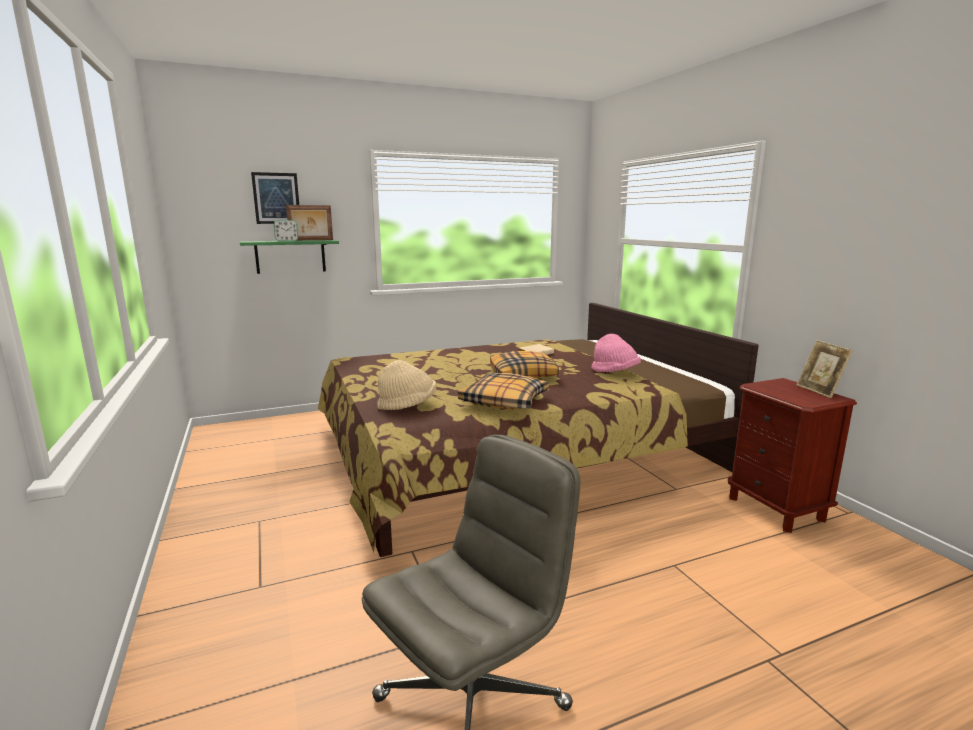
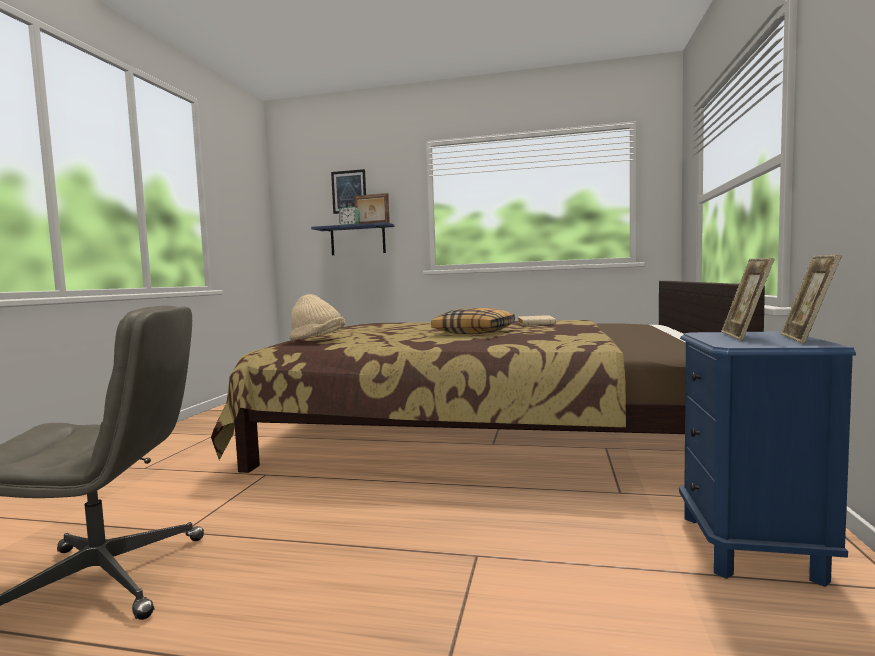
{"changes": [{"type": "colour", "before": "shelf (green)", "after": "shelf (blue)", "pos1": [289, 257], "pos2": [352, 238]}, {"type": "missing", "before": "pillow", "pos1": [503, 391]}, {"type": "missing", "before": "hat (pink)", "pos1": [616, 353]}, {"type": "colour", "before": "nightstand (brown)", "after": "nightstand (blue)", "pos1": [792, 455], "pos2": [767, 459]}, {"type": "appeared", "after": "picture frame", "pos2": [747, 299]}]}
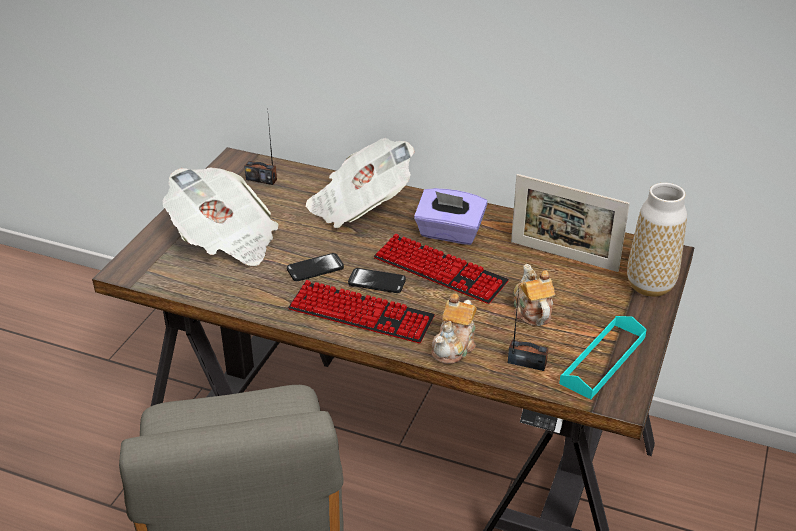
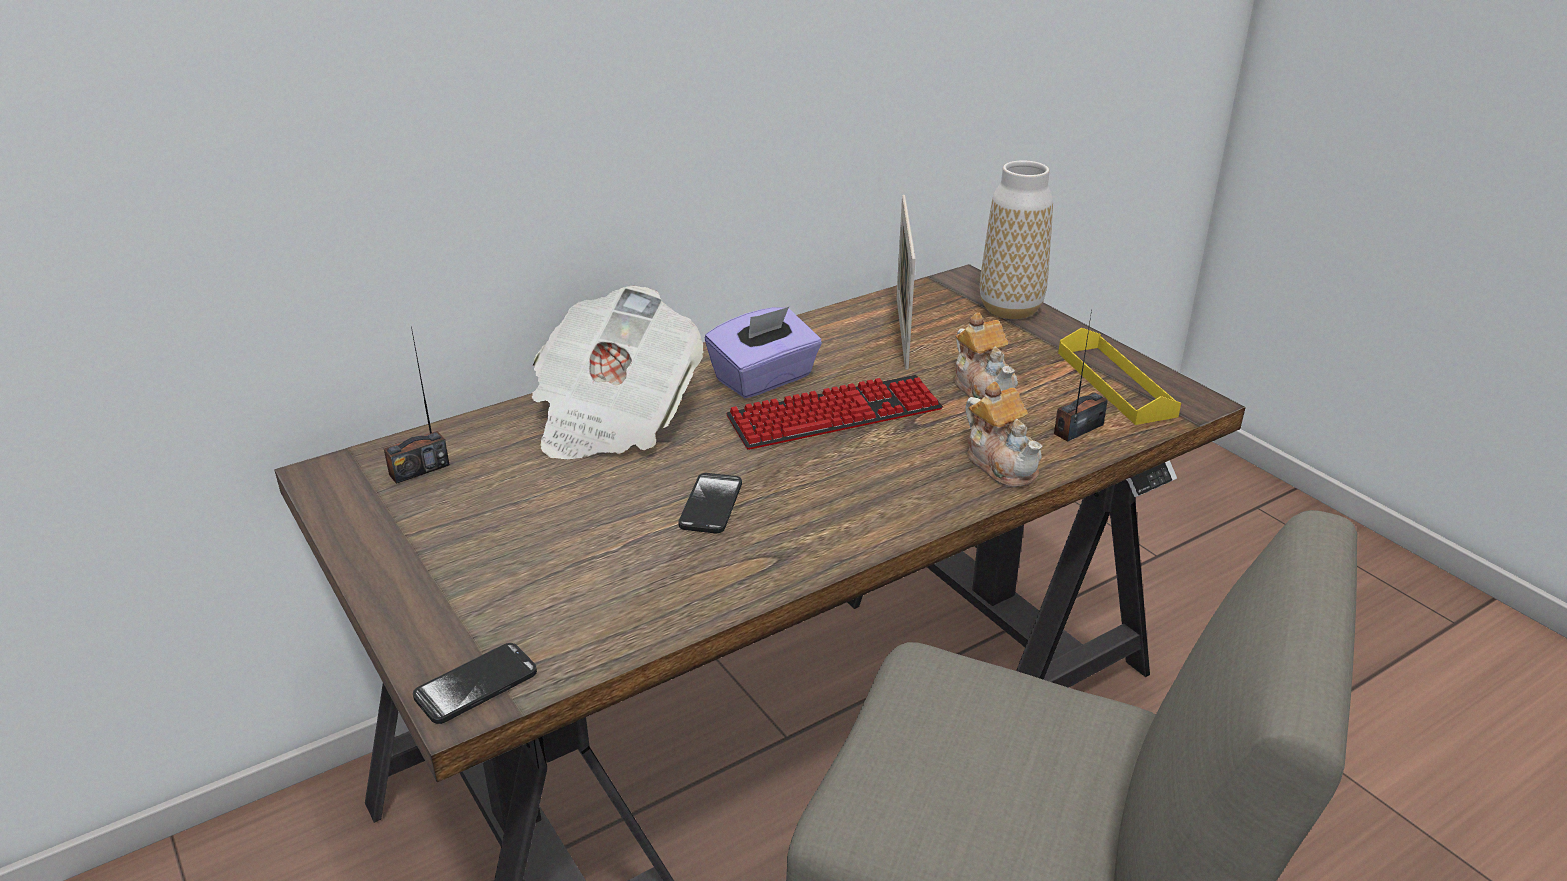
{"changes": [{"type": "missing", "before": "newspaper", "pos1": [220, 216]}, {"type": "missing", "before": "keyboard", "pos1": [361, 311]}, {"type": "relocated", "before": "phone", "pos1": [377, 280], "pos2": [475, 683]}, {"type": "spun", "before": "picture frame", "pos1": [570, 223], "pos2": [906, 282], "turn": 120}, {"type": "spun", "before": "teapot", "pos1": [534, 295], "pos2": [986, 356], "turn": -135}, {"type": "colour", "before": "tray (turquoise)", "after": "tray (yellow)", "pos1": [603, 357], "pos2": [1119, 376]}]}
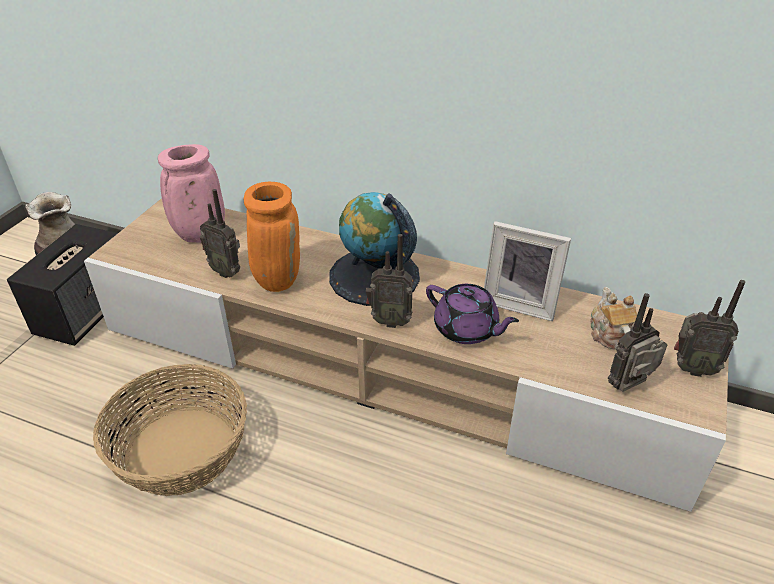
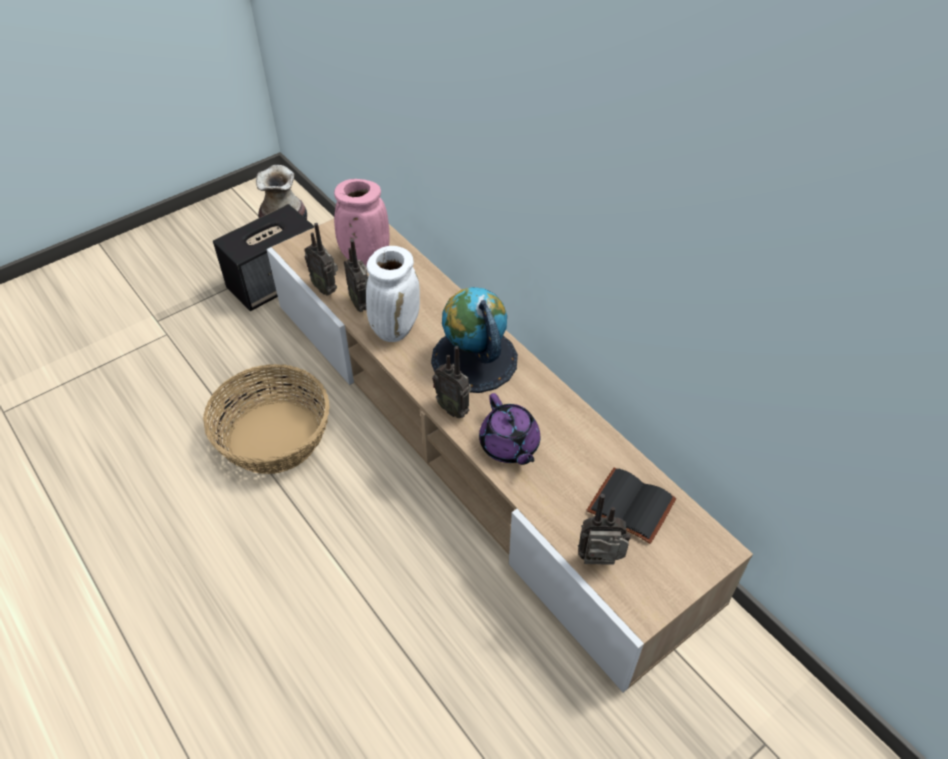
{"changes": [{"type": "colour", "before": "vase (orange)", "after": "vase (white)", "pos1": [272, 237], "pos2": [393, 294]}, {"type": "missing", "before": "picture frame", "pos1": [527, 271]}, {"type": "exchanged", "before": "teapot", "after": "book (black)", "pos1": [614, 318], "pos2": [631, 506]}, {"type": "relocated", "before": "radio", "pos1": [709, 328], "pos2": [321, 259]}]}
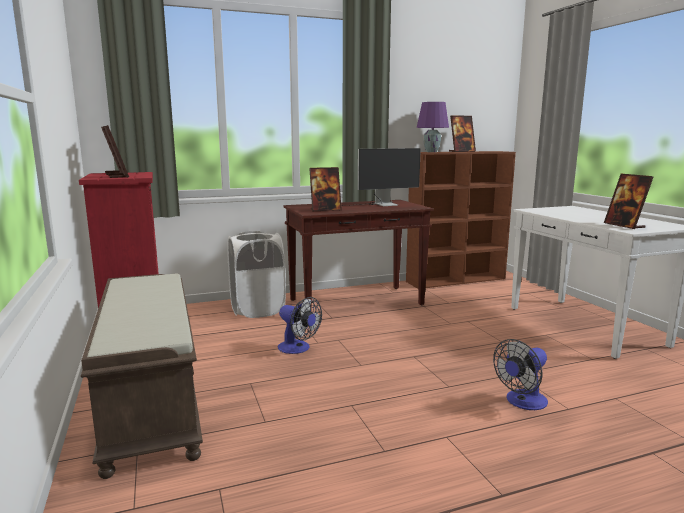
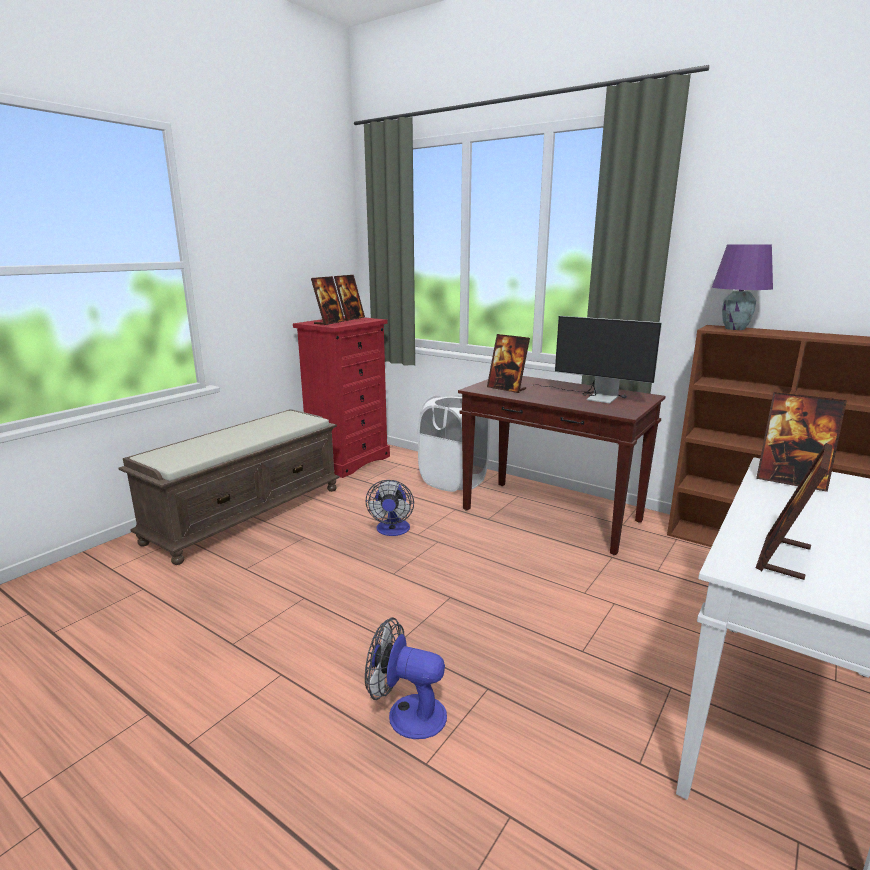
{"changes": [{"type": "relocated", "before": "picture frame", "pos1": [462, 133], "pos2": [801, 442]}]}
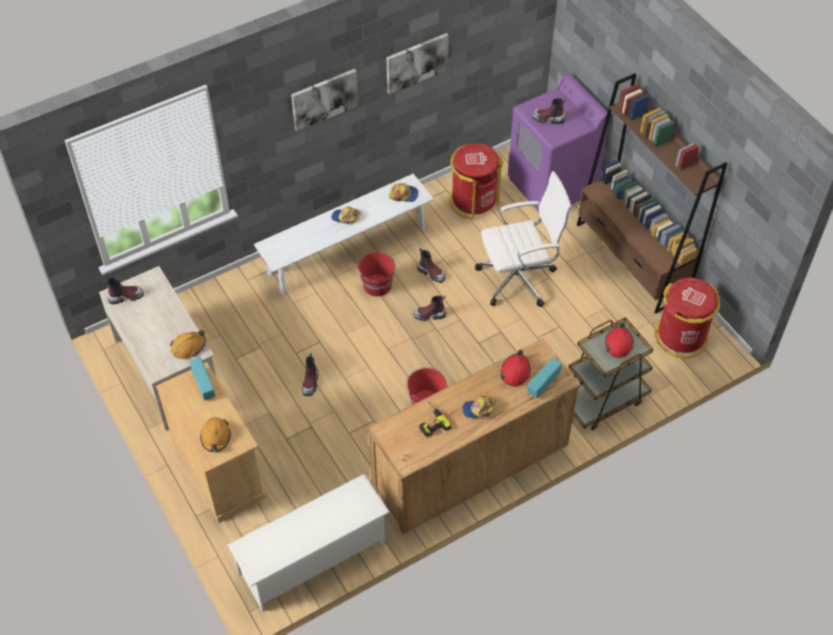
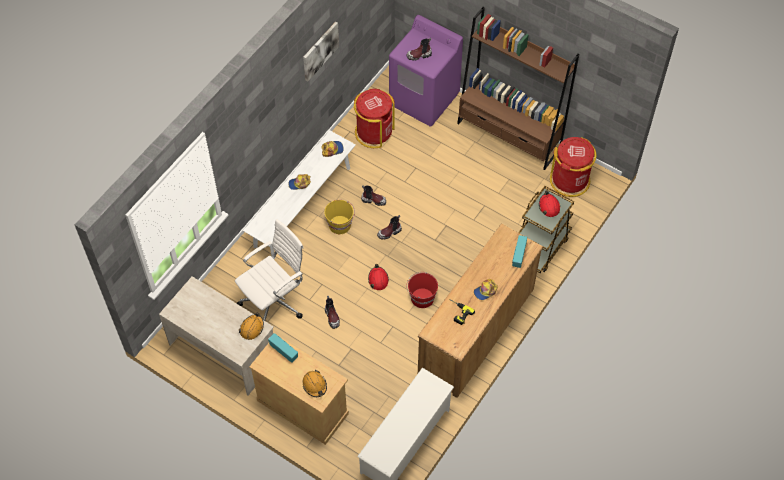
{"changes": [{"type": "missing", "before": "boot", "pos1": [124, 291]}, {"type": "missing", "before": "picture", "pos1": [324, 100]}, {"type": "colour", "before": "bucket (red)", "after": "bucket (yellow)", "pos1": [377, 274], "pos2": [339, 217]}, {"type": "relocated", "before": "office chair (white)", "pos1": [523, 239], "pos2": [269, 270]}, {"type": "relocated", "before": "hard hat (red)", "pos1": [515, 367], "pos2": [378, 277]}]}
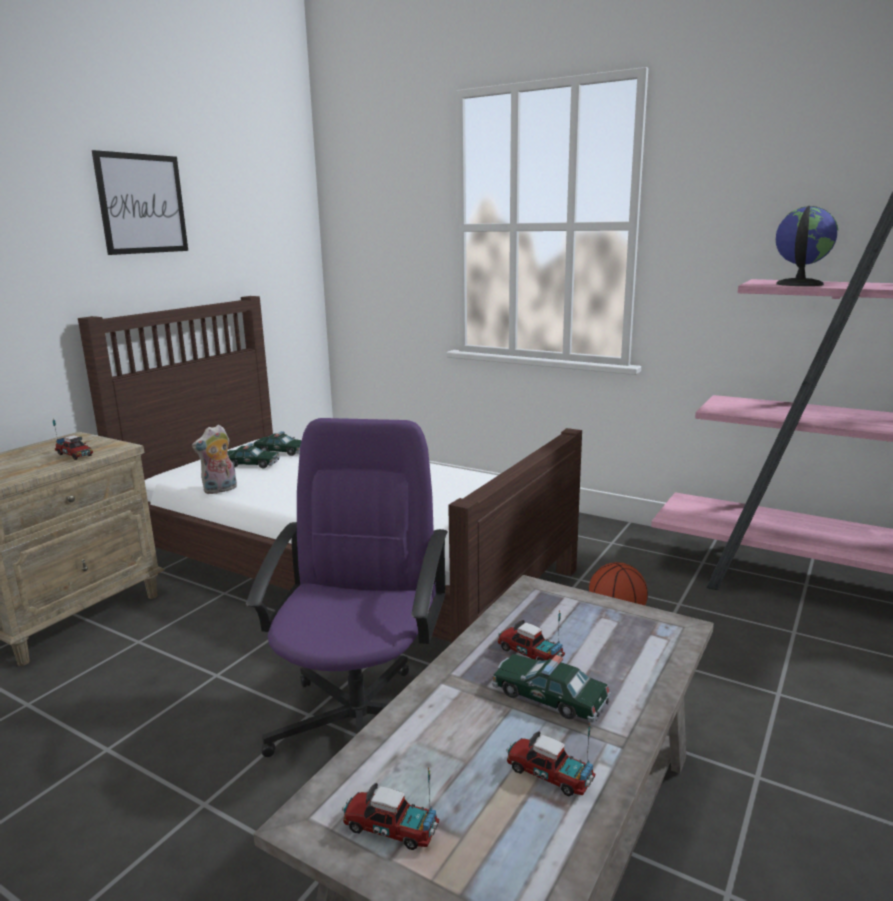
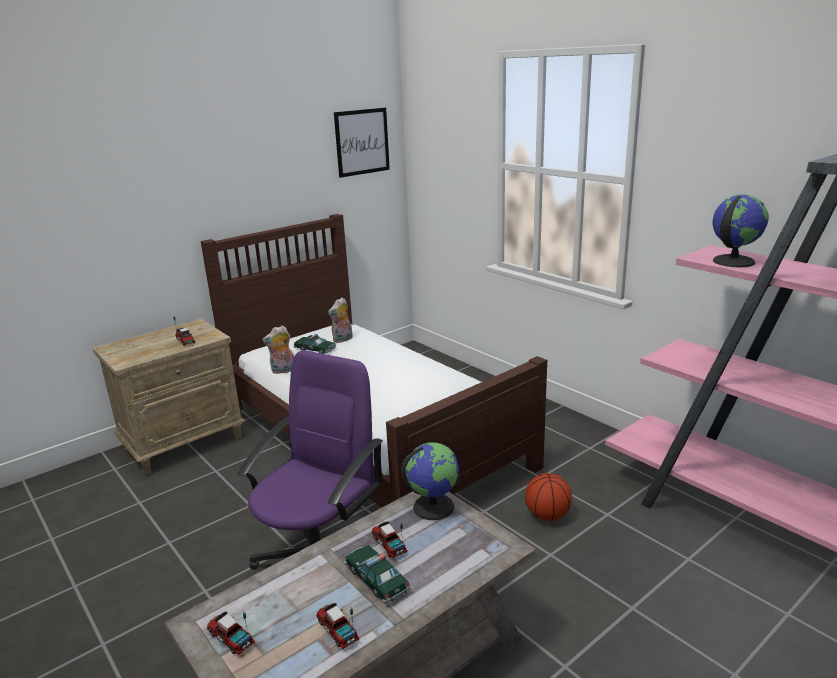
{"changes": [{"type": "relocated", "before": "picture", "pos1": [140, 202], "pos2": [362, 143]}, {"type": "exchanged", "before": "toy car", "after": "plush toy", "pos1": [277, 443], "pos2": [340, 320]}, {"type": "appeared", "after": "globe", "pos2": [430, 481]}]}
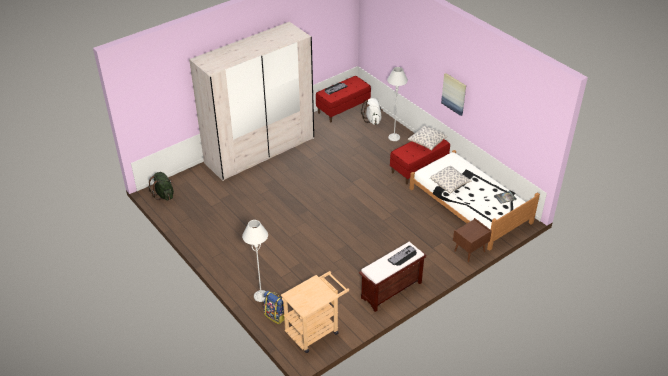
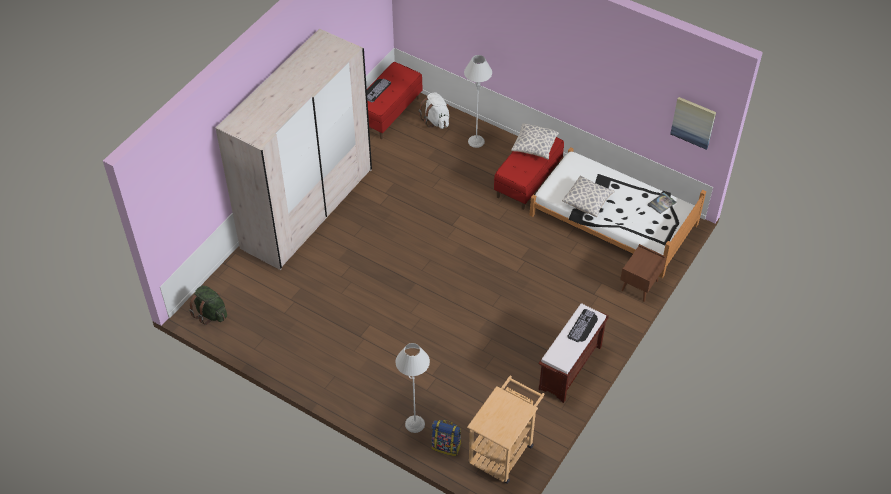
{"changes": [{"type": "relocated", "before": "picture", "pos1": [453, 94], "pos2": [693, 123]}]}
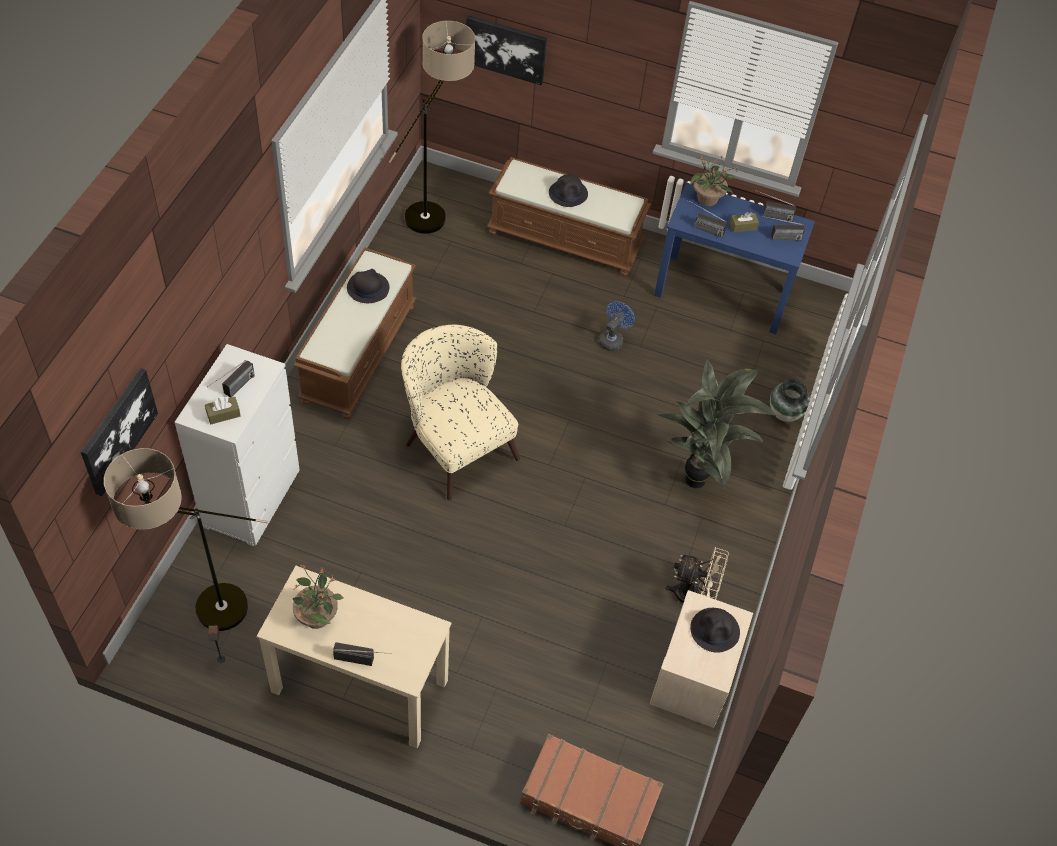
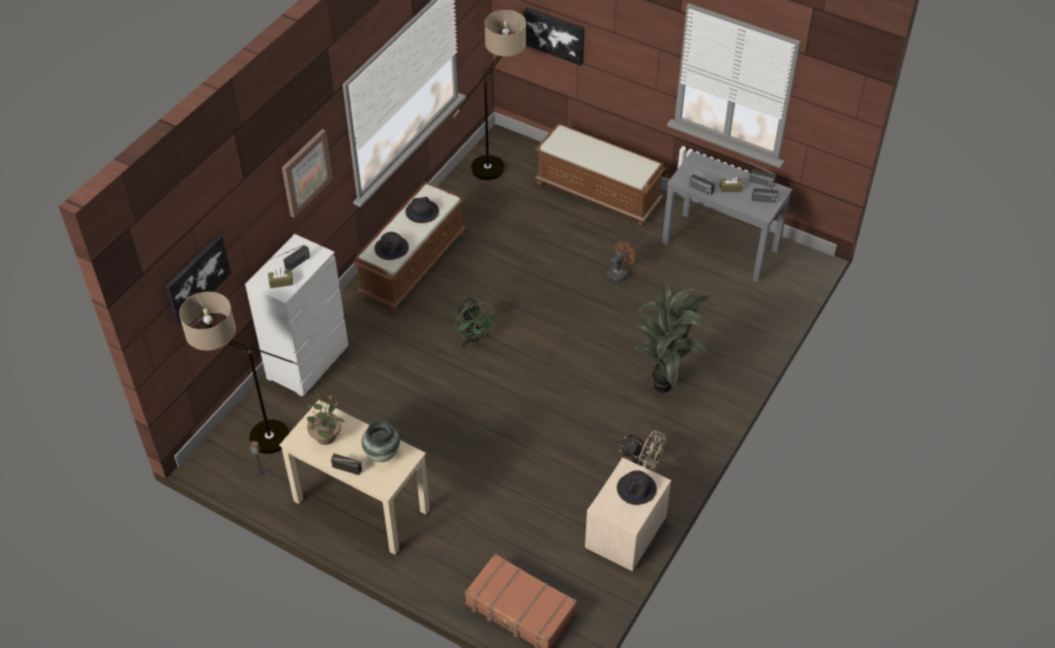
{"changes": [{"type": "exchanged", "before": "armchair (beige)", "after": "fan (green)", "pos1": [460, 412], "pos2": [476, 321]}, {"type": "relocated", "before": "hat (black)", "pos1": [568, 190], "pos2": [391, 246]}, {"type": "colour", "before": "fan (blue)", "after": "fan (brown)", "pos1": [617, 326], "pos2": [621, 261]}, {"type": "colour", "before": "desk (blue)", "after": "desk (grey)", "pos1": [734, 258], "pos2": [727, 216]}, {"type": "missing", "before": "potted plant", "pos1": [714, 180]}, {"type": "relocated", "before": "vase", "pos1": [790, 400], "pos2": [380, 441]}, {"type": "appeared", "after": "picture", "pos2": [307, 173]}]}
